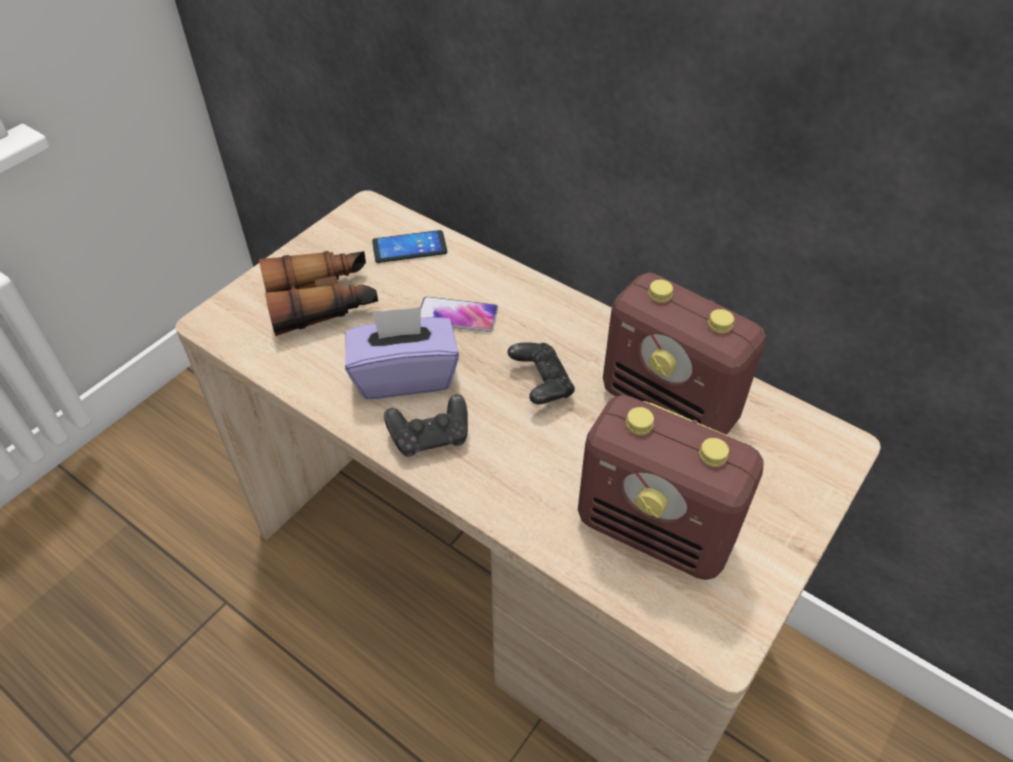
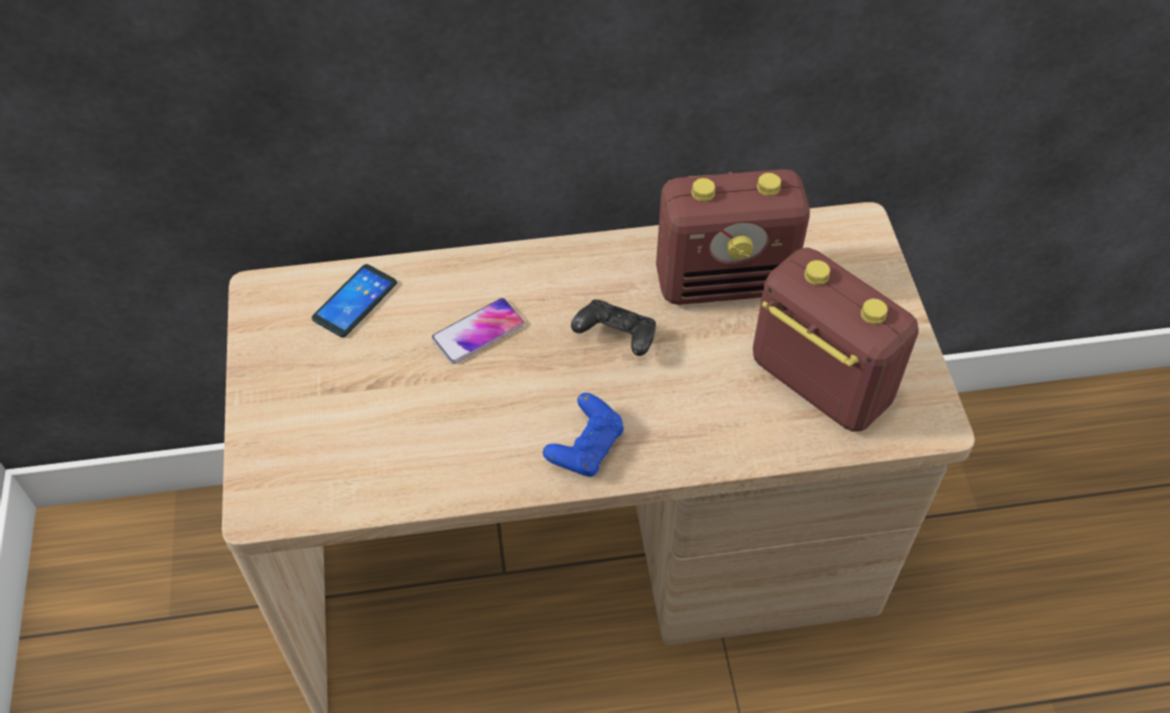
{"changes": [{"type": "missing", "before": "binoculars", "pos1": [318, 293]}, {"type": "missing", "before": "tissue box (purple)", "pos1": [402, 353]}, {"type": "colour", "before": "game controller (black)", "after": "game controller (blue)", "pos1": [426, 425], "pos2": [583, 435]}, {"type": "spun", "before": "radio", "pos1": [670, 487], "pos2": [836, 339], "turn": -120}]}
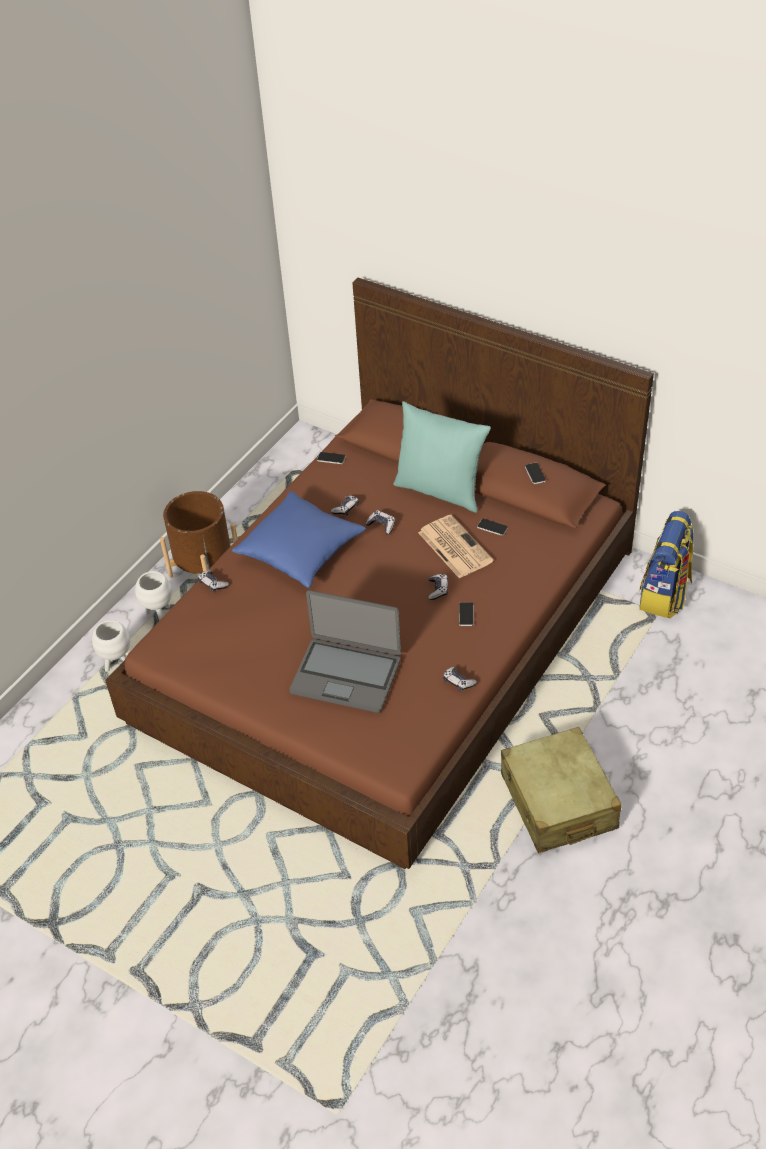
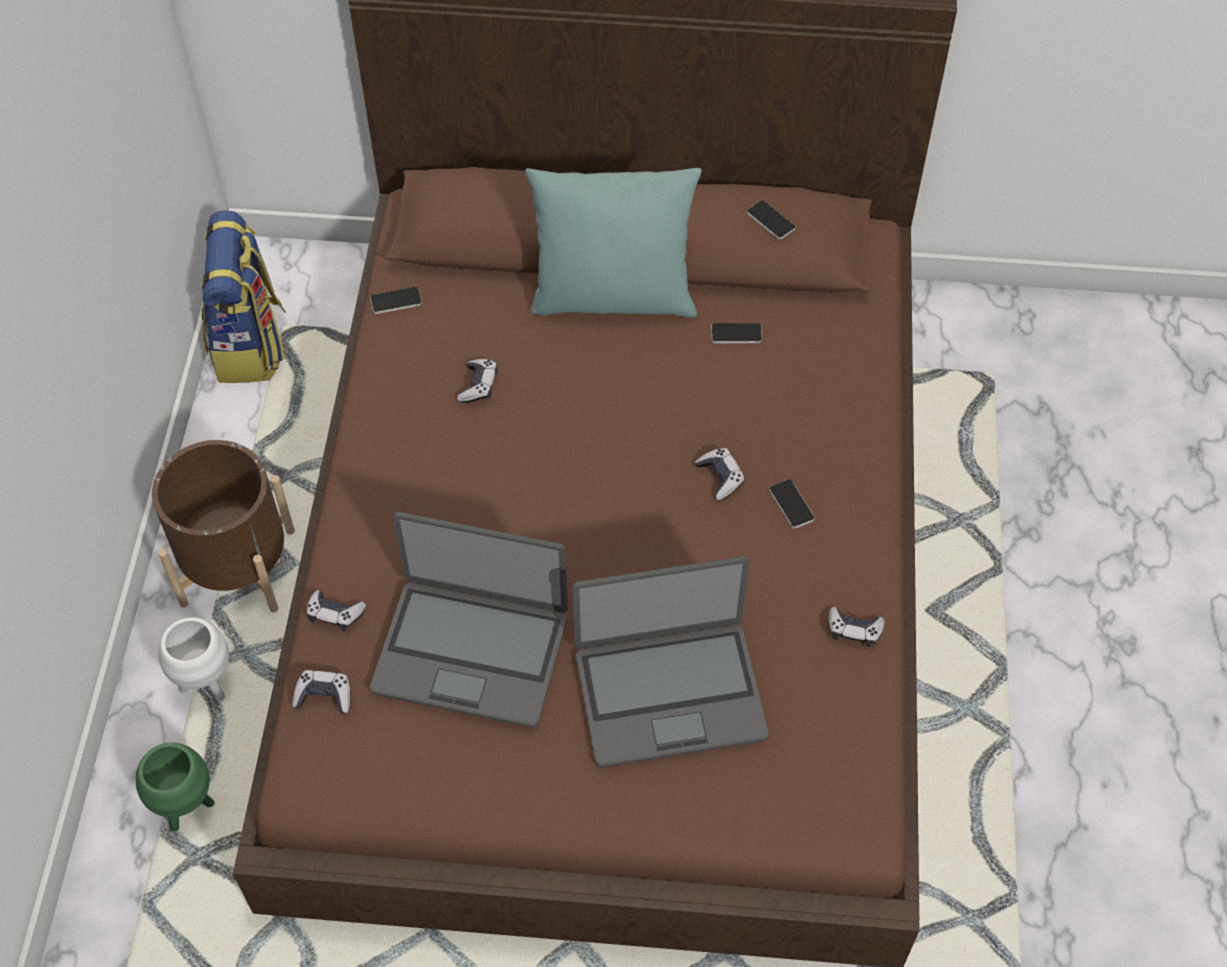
{"changes": [{"type": "colour", "before": "planter (white)", "after": "planter (green)", "pos1": [111, 646], "pos2": [175, 787]}, {"type": "missing", "before": "pillow (blue)", "pos1": [299, 539]}, {"type": "relocated", "before": "game controller", "pos1": [380, 522], "pos2": [321, 692]}, {"type": "missing", "before": "newspaper", "pos1": [456, 547]}, {"type": "missing", "before": "suitcase (beige)", "pos1": [561, 790]}, {"type": "relocated", "before": "backpack", "pos1": [666, 564], "pos2": [243, 296]}, {"type": "appeared", "after": "laptop", "pos2": [469, 620]}]}
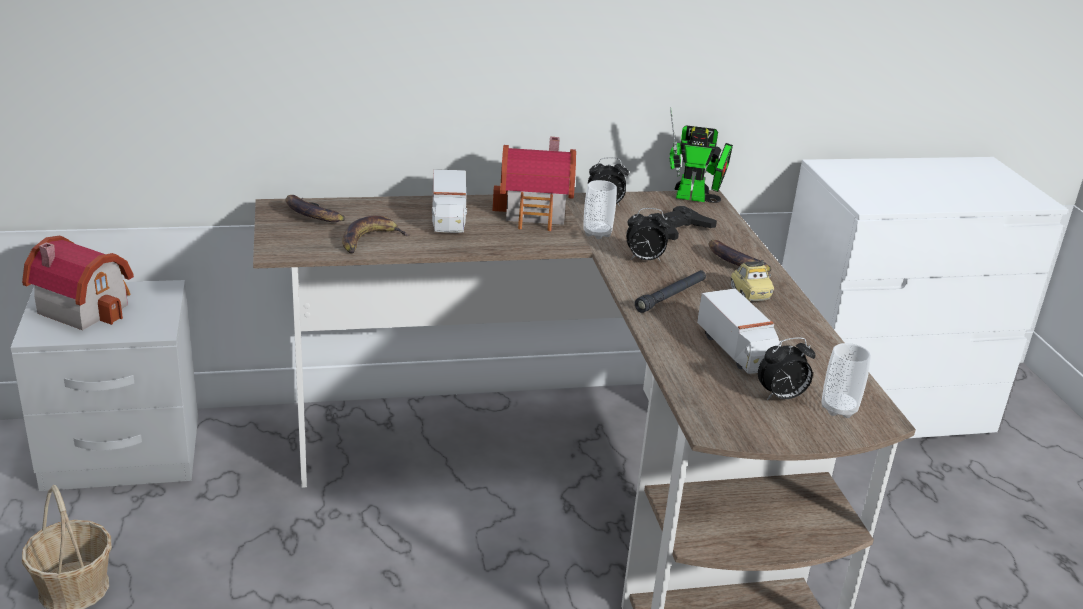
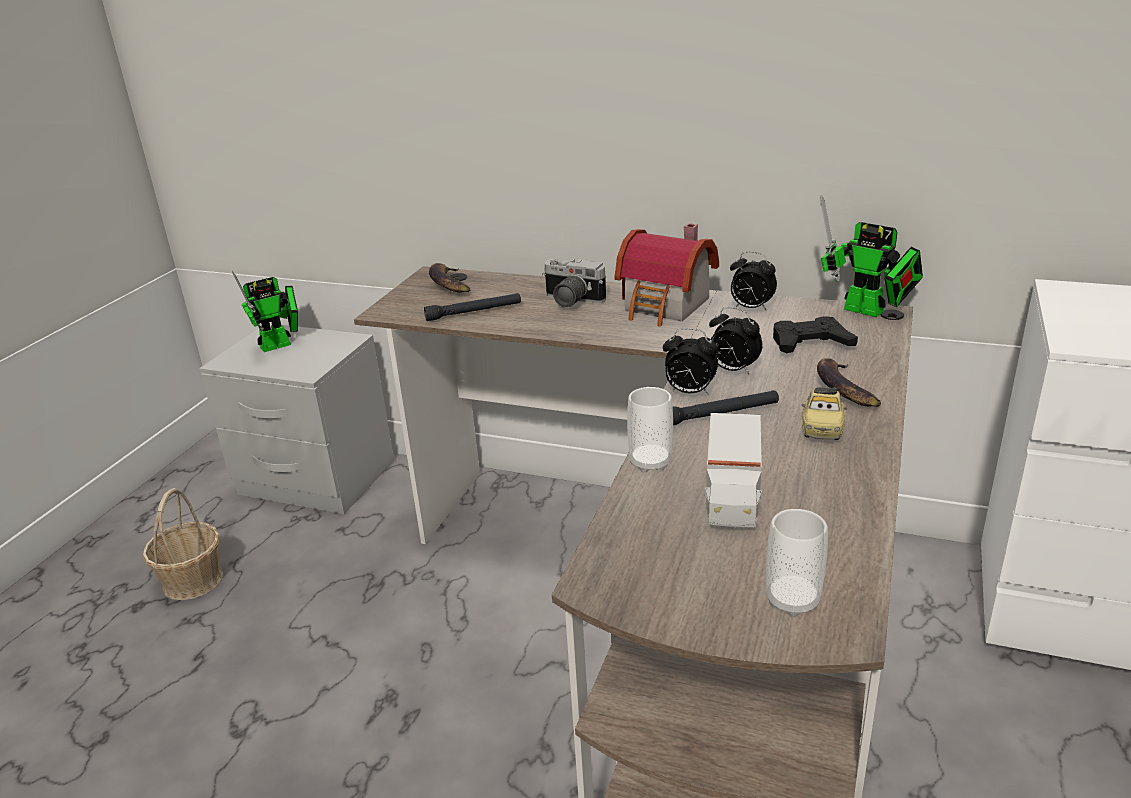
{"changes": [{"type": "exchanged", "before": "toy house", "after": "toy robot", "pos1": [78, 282], "pos2": [265, 311]}, {"type": "exchanged", "before": "banana", "after": "flashlight (black)", "pos1": [376, 234], "pos2": [472, 307]}, {"type": "exchanged", "before": "toy truck", "after": "photo camera", "pos1": [449, 201], "pos2": [574, 283]}, {"type": "relocated", "before": "cup", "pos1": [600, 209], "pos2": [650, 429]}, {"type": "relocated", "before": "alarm clock", "pos1": [786, 368], "pos2": [690, 361]}]}
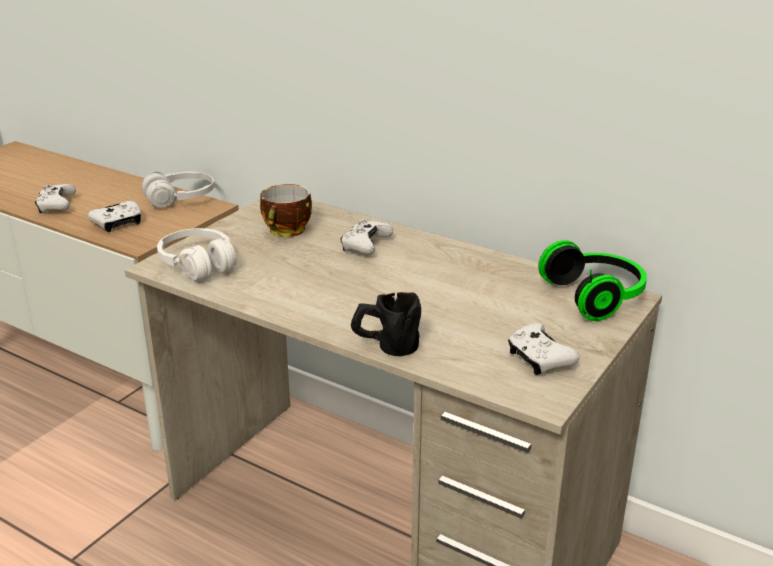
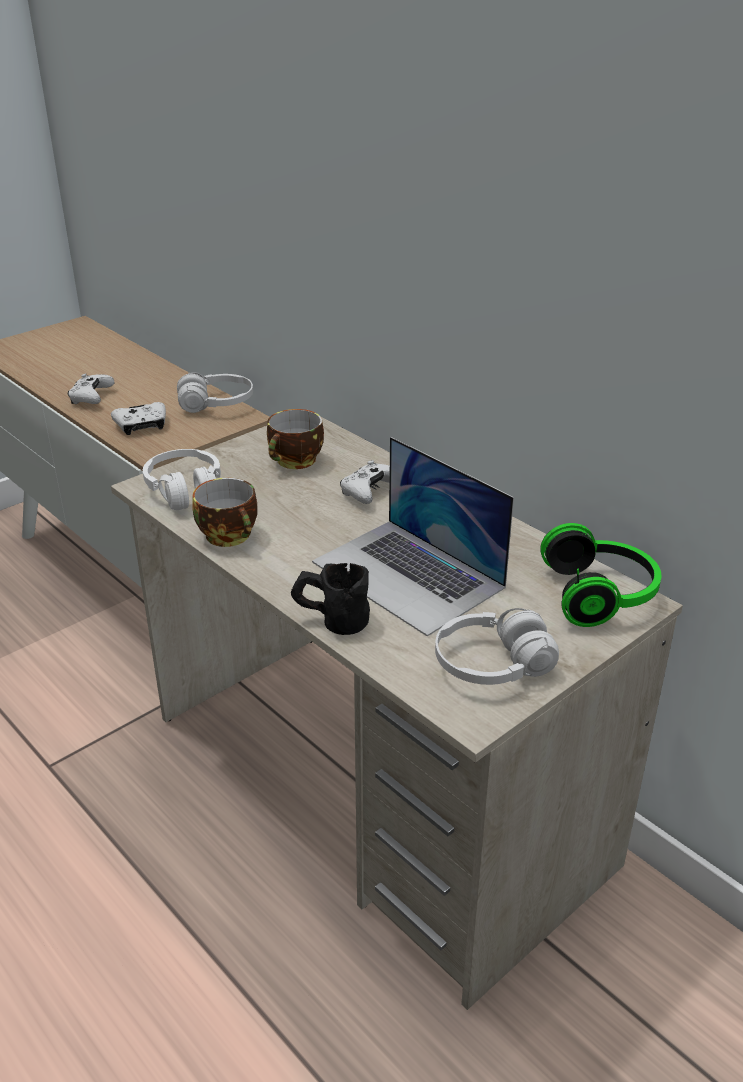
{"changes": [{"type": "exchanged", "before": "game controller (white)", "after": "headphones (white)", "pos1": [543, 349], "pos2": [497, 646]}, {"type": "appeared", "after": "cup", "pos2": [224, 512]}, {"type": "appeared", "after": "laptop", "pos2": [413, 537]}]}
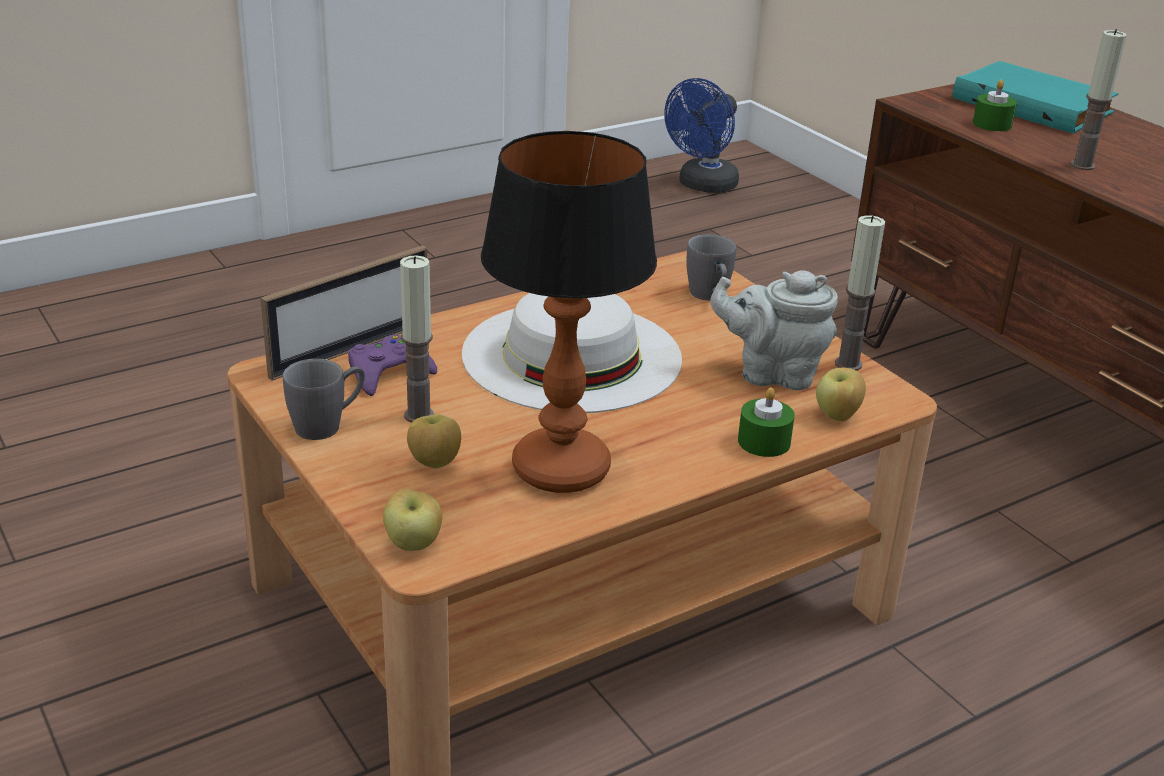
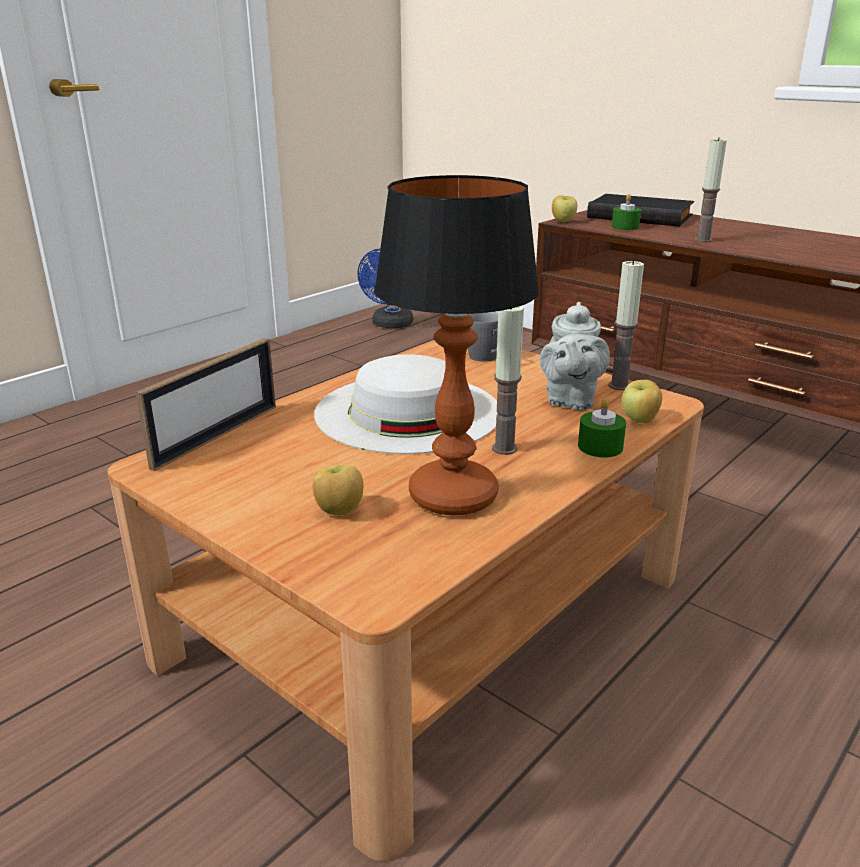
{"changes": [{"type": "missing", "before": "mug (grey)", "pos1": [324, 399]}, {"type": "missing", "before": "game controller (purple)", "pos1": [392, 365]}, {"type": "relocated", "before": "apple", "pos1": [412, 520], "pos2": [564, 208]}, {"type": "relocated", "before": "candle", "pos1": [417, 339], "pos2": [508, 380]}, {"type": "spun", "before": "teapot (grey)", "pos1": [774, 331], "pos2": [575, 356], "turn": -75}, {"type": "colour", "before": "book (turquoise)", "after": "book (black)", "pos1": [1036, 97], "pos2": [640, 210]}]}
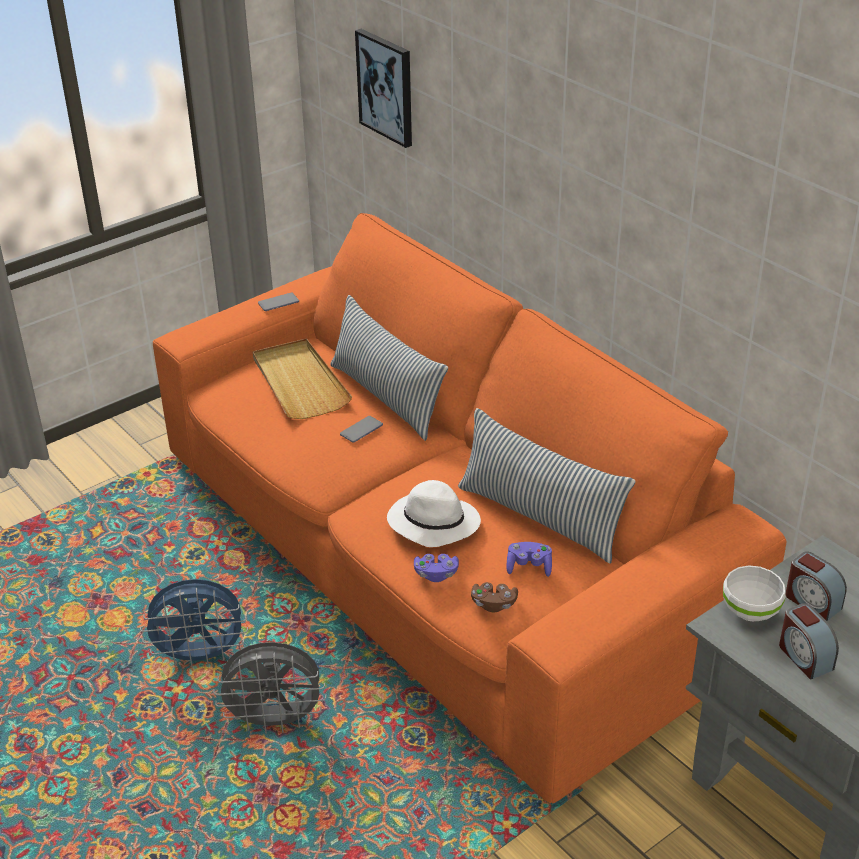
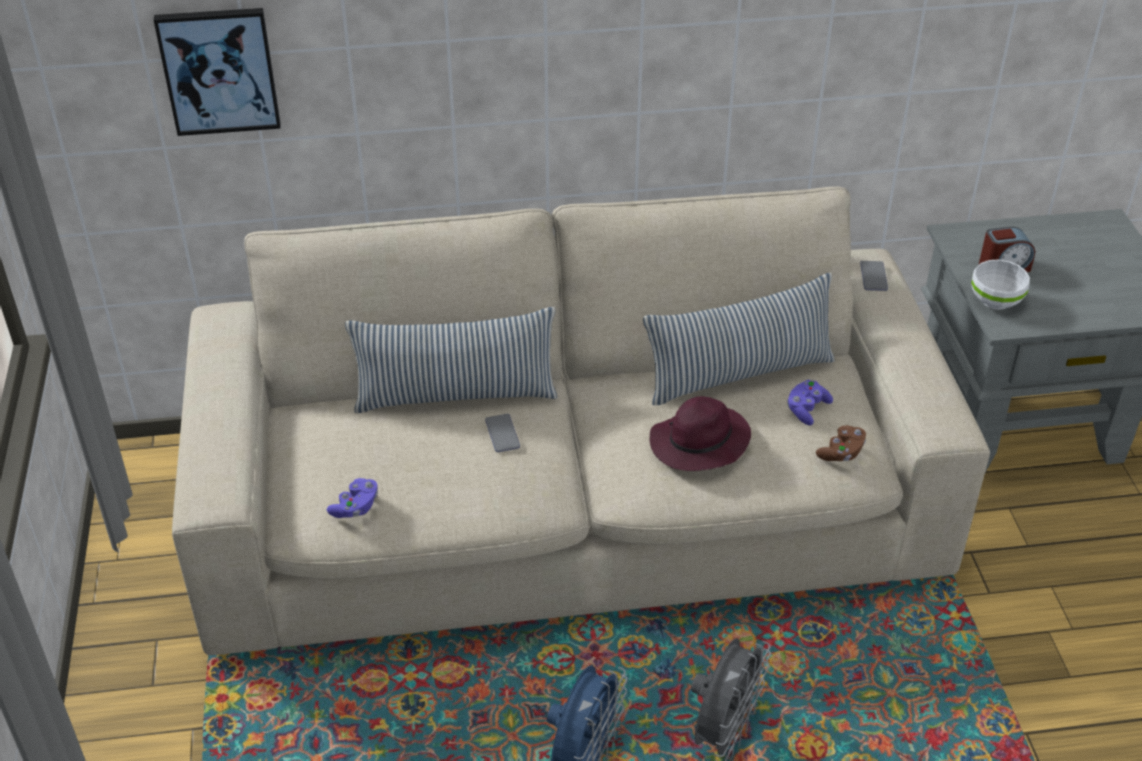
{"changes": [{"type": "colour", "before": "sofa (orange)", "after": "sofa (beige)", "pos1": [469, 508], "pos2": [581, 420]}, {"type": "missing", "before": "tray (beige)", "pos1": [302, 379]}, {"type": "relocated", "before": "phone", "pos1": [278, 302], "pos2": [874, 276]}, {"type": "colour", "before": "hat (white)", "after": "hat (purple)", "pos1": [434, 513], "pos2": [700, 433]}, {"type": "relocated", "before": "game controller (purple)", "pos1": [436, 568], "pos2": [352, 498]}, {"type": "missing", "before": "alarm clock", "pos1": [809, 641]}]}
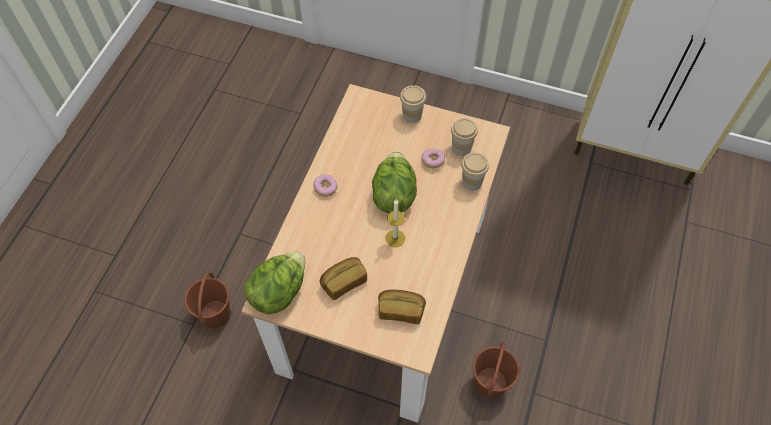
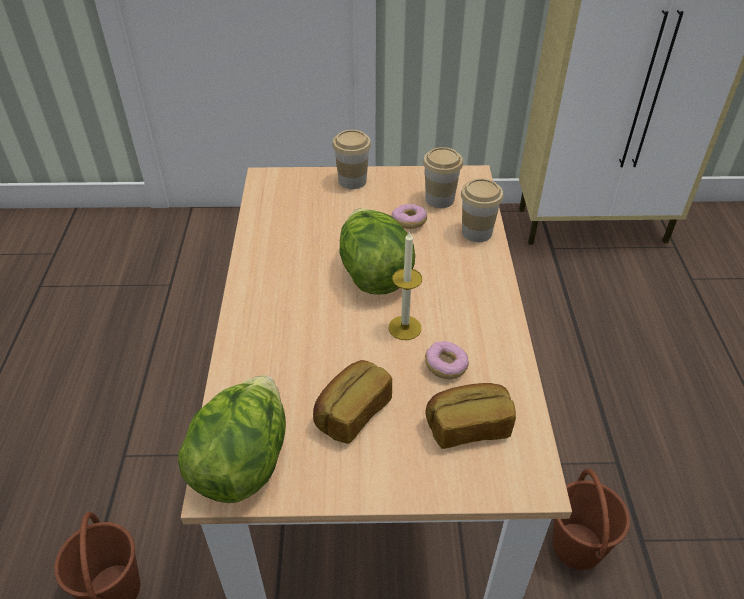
{"changes": [{"type": "relocated", "before": "donut", "pos1": [325, 185], "pos2": [447, 360]}]}
